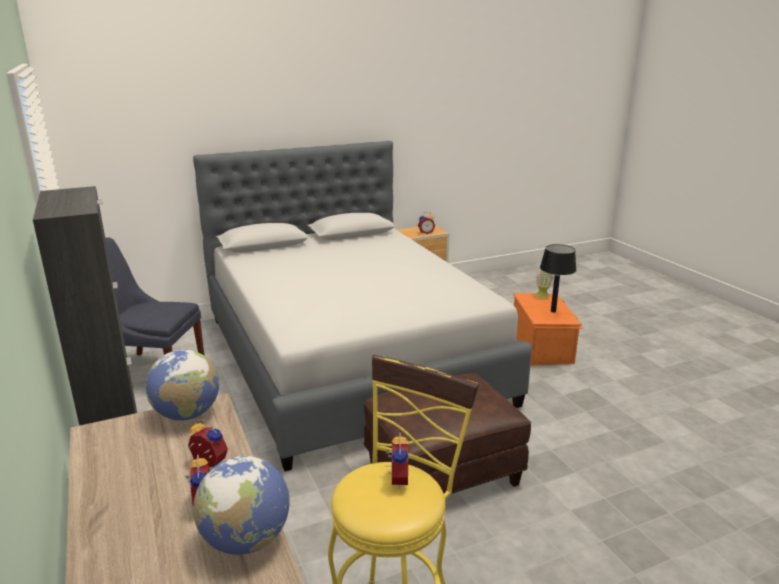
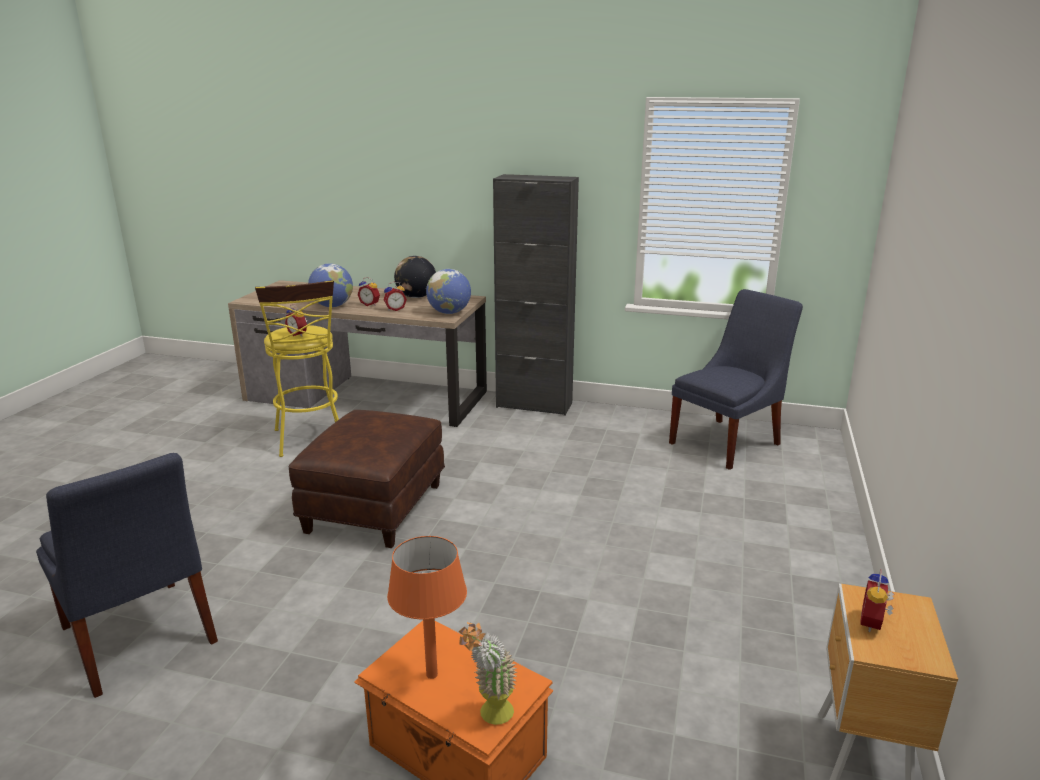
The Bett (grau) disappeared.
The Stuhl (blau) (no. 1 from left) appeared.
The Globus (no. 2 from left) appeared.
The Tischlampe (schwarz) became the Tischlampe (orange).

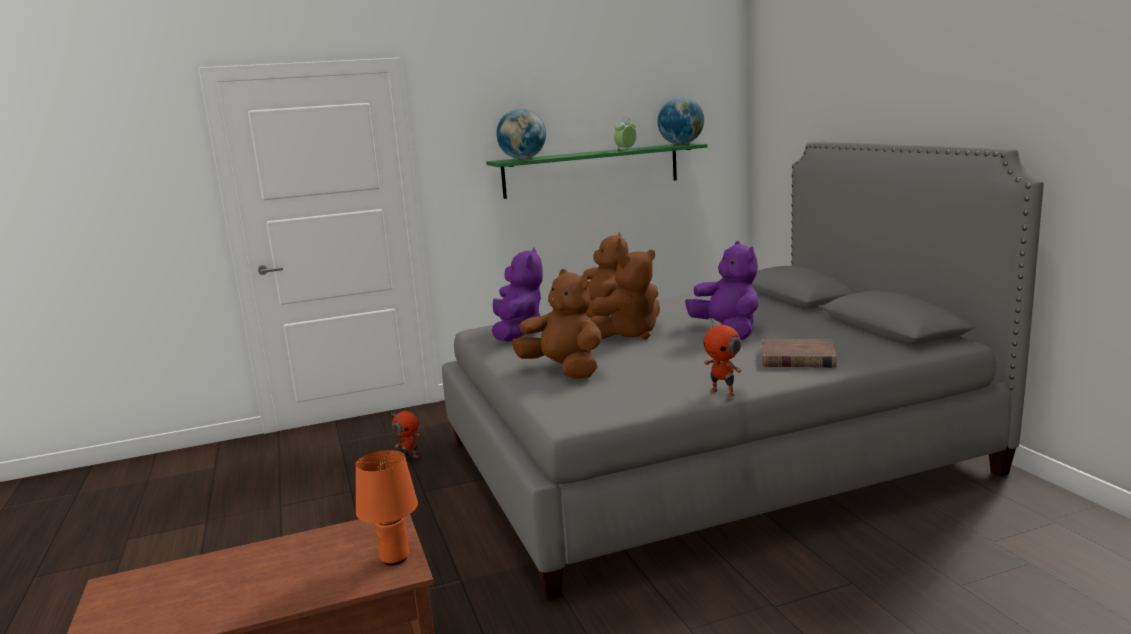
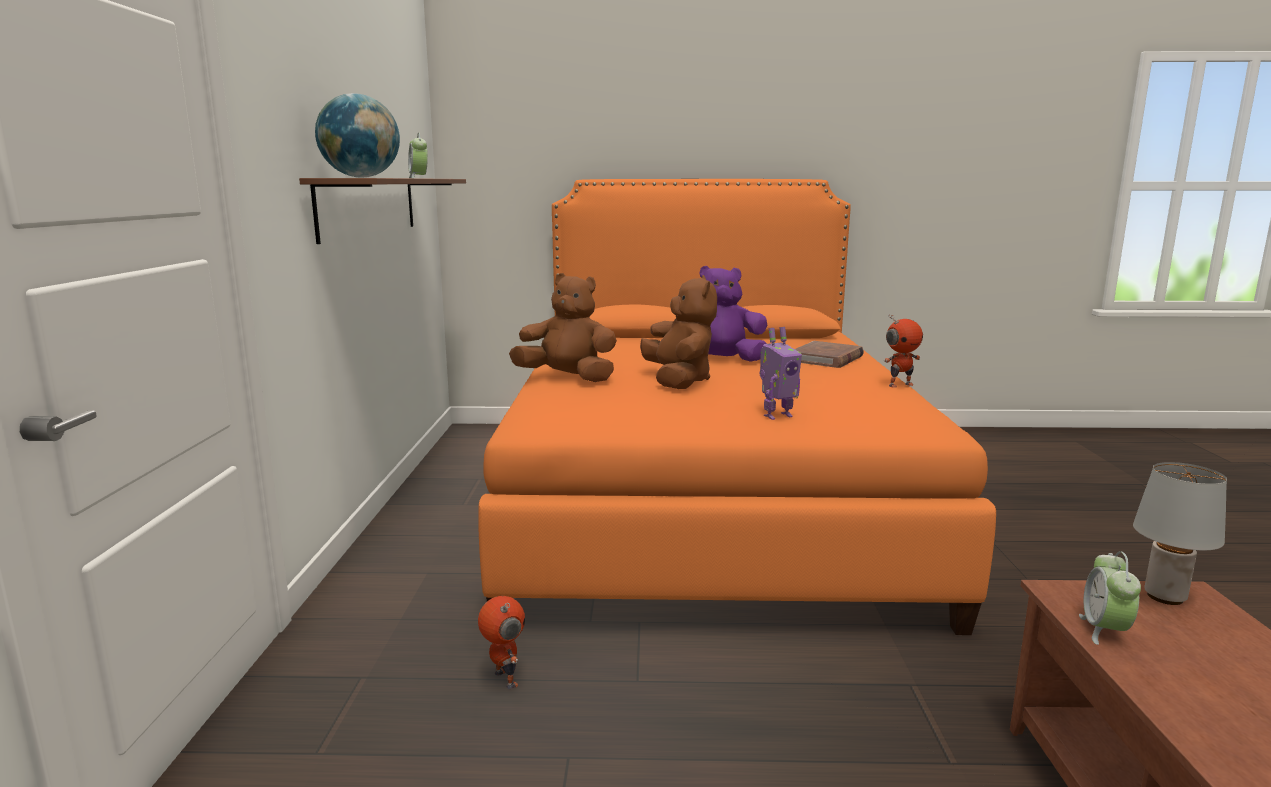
The Plüschtier (lila) (no. 1 from left) disappeared.
The Globus (no. 2 from left) disappeared.
The Wecker (no. 2 from left) appeared.
The Plüschtier (braun) (no. 1 from left) was replaced by the Spielzeugroboter (no. 2 from left).
The Tischlampe (orange) became the Tischlampe (grau).
The Bett (grau) became the Bett (orange).
The Wandregal (grün) became the Wandregal (braun).

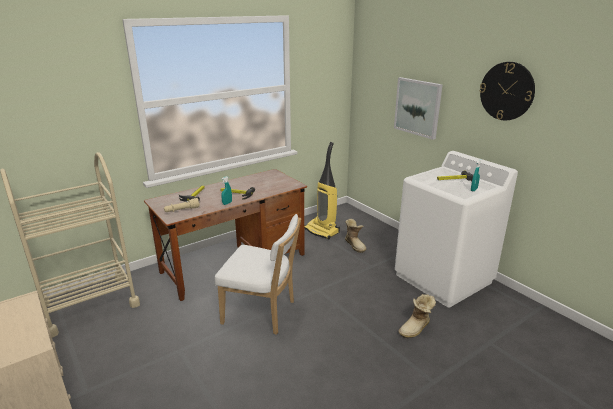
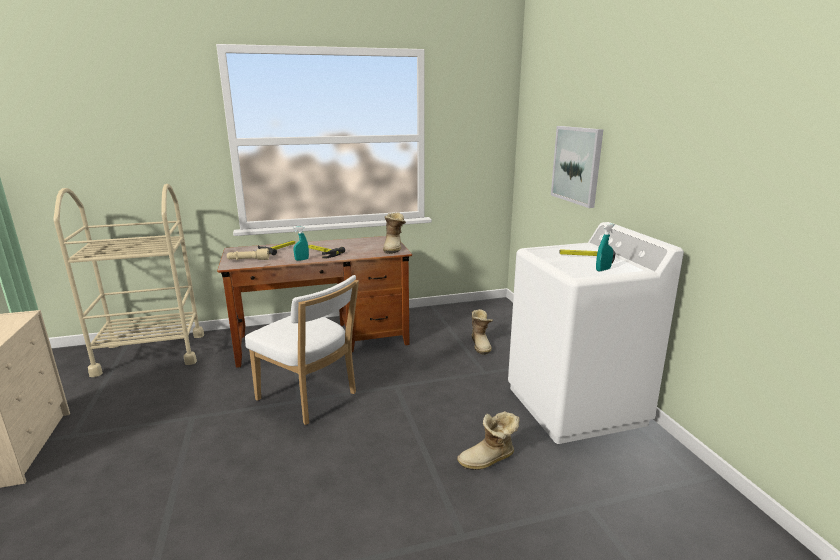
The Staubsauger disappeared.
The Wanduhr disappeared.
The Stiefel (no. 1 from left) appeared.

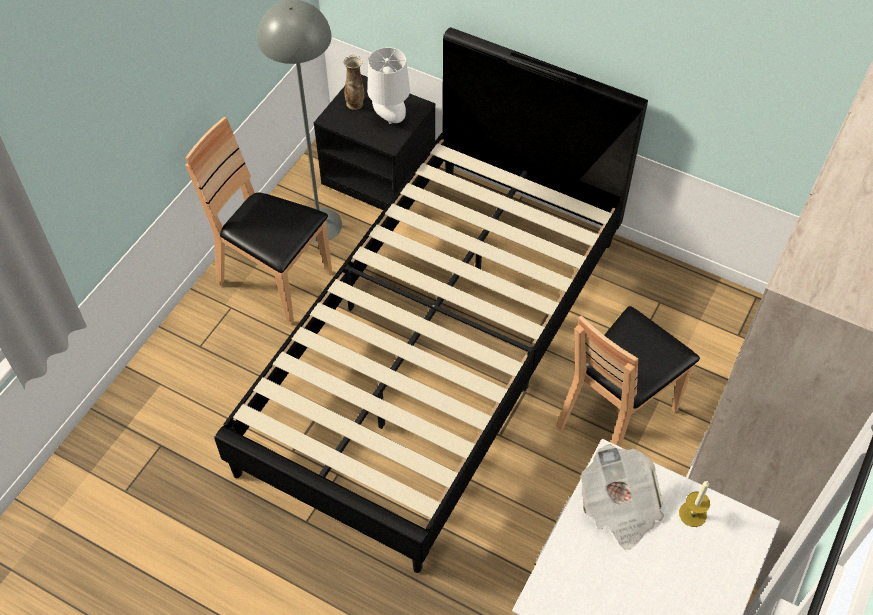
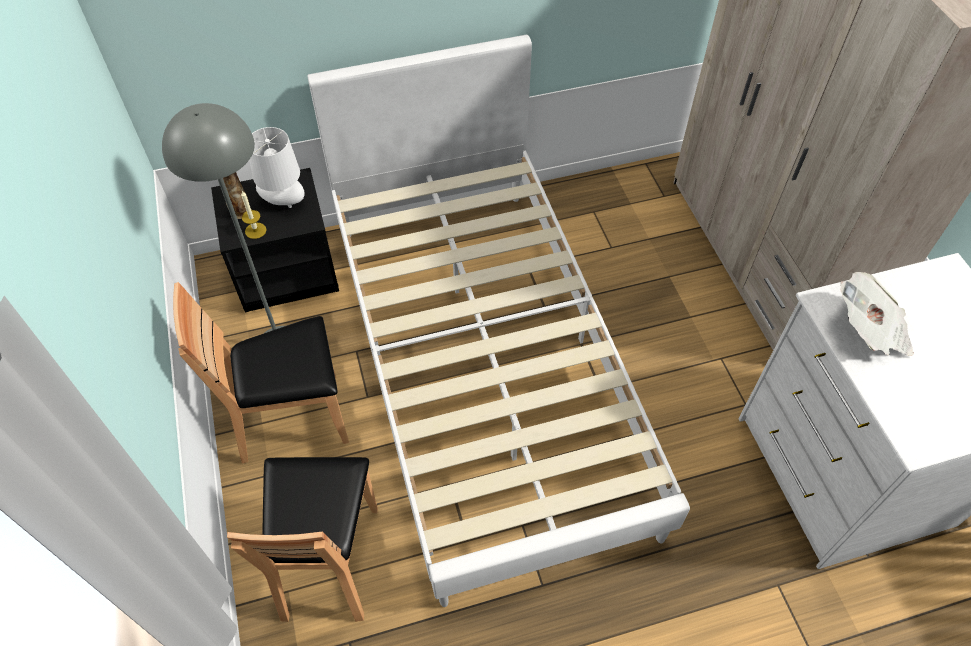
The Stuhl (braun) (no. 2 from left) moved.
The Kerze moved.
The Bett (schwarz) became the Bett (weiß).

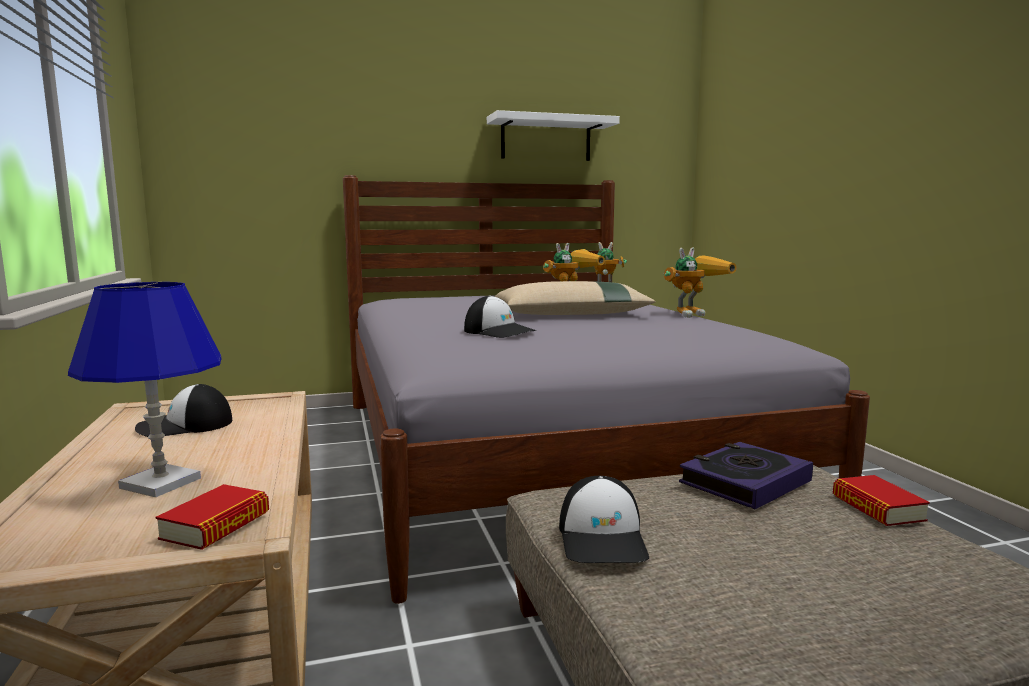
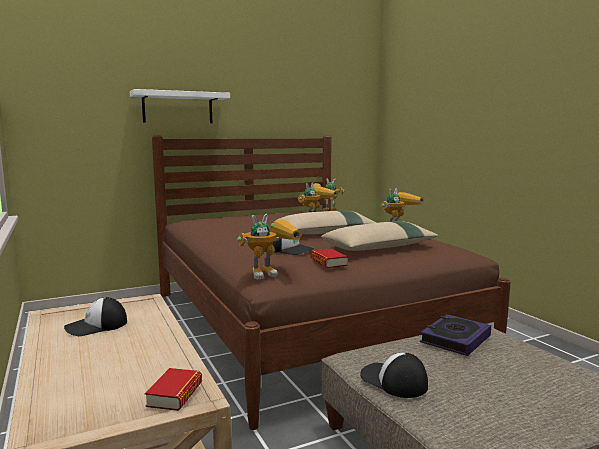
The Tischlampe (blau) disappeared.
The Spielzeugroboter (no. 1 from left) appeared.
The Kissen (beige) (no. 2 from left) appeared.
The Wandregal (weiß) moved.
The Buch (no. 3 from left in the first image) moved.
The Bett (grau) became the Bett (braun).
The Kappe (no. 3 from left) turned 150 degrees clockwise.

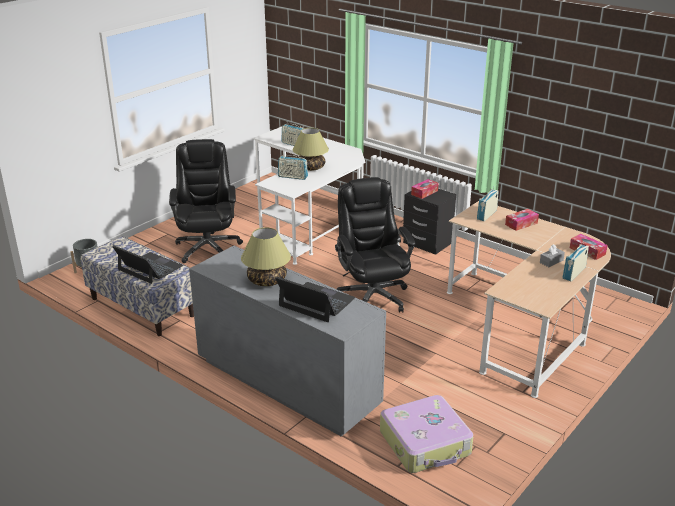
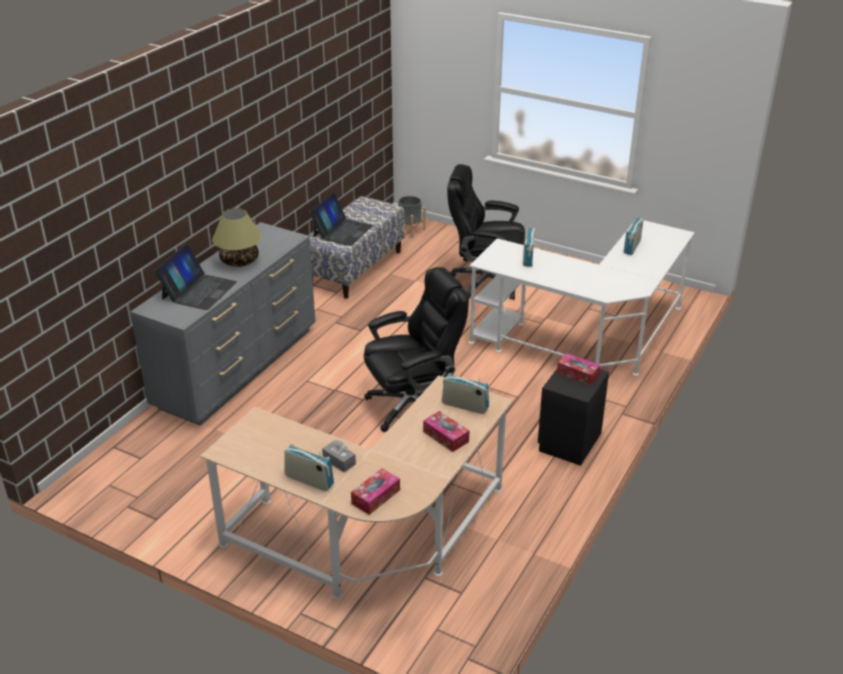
The Tischlampe (no. 2 from left) disappeared.
The Koffer disappeared.
The Bürostuhl (schwarz) (no. 1 from left in the first image) turned 150 degrees counterclockwise.

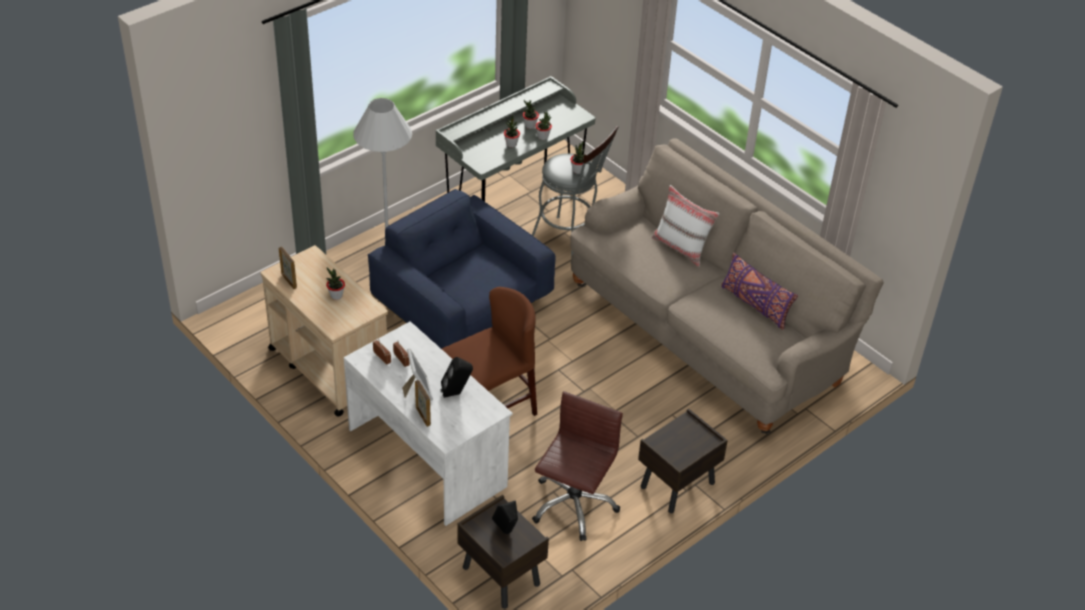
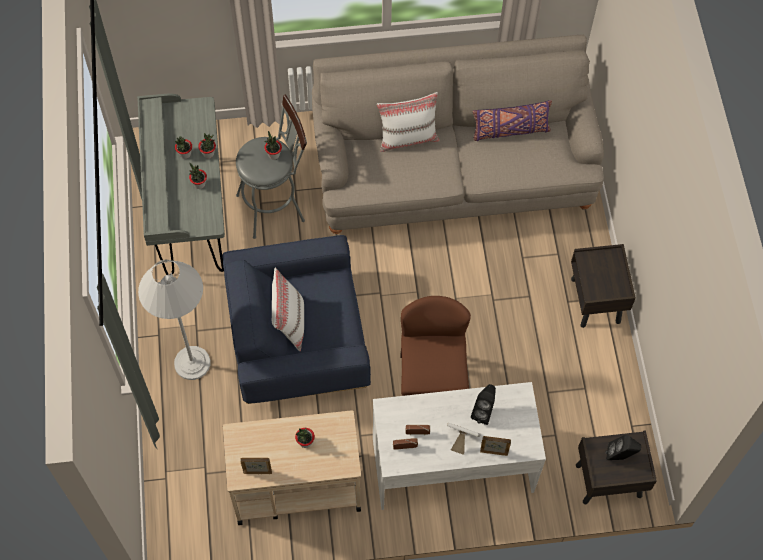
The Bürostuhl (braun) disappeared.
The Kissen (weiß) (no. 1 from left) appeared.

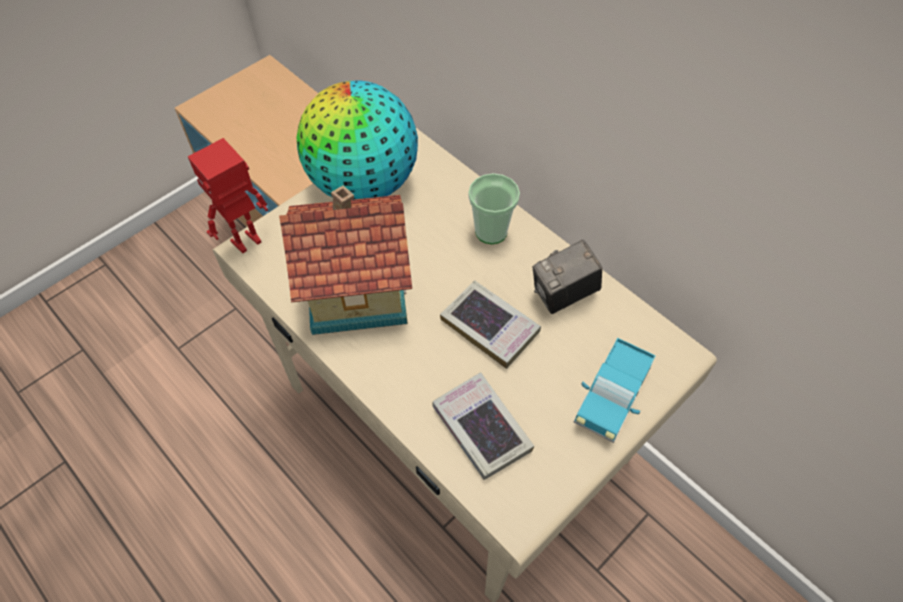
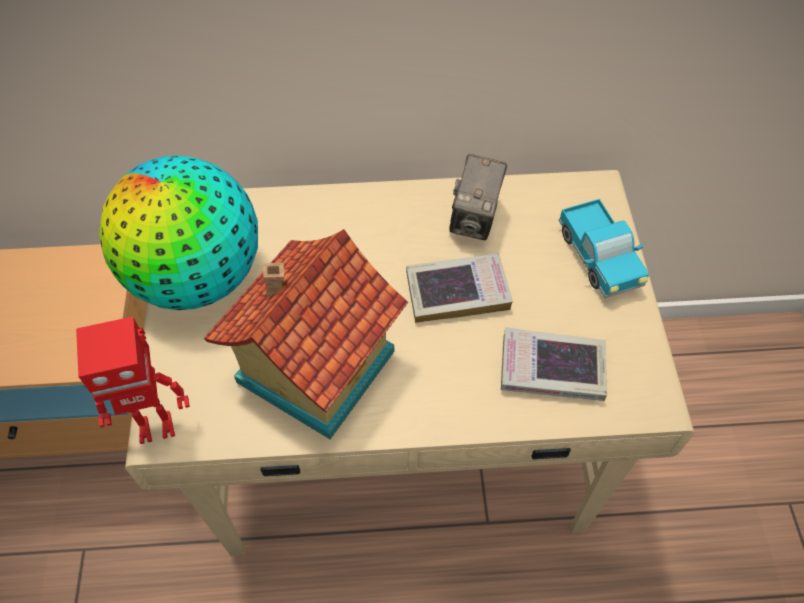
The Tasse disappeared.
The Spielzeugroboter turned 105 degrees counterclockwise.

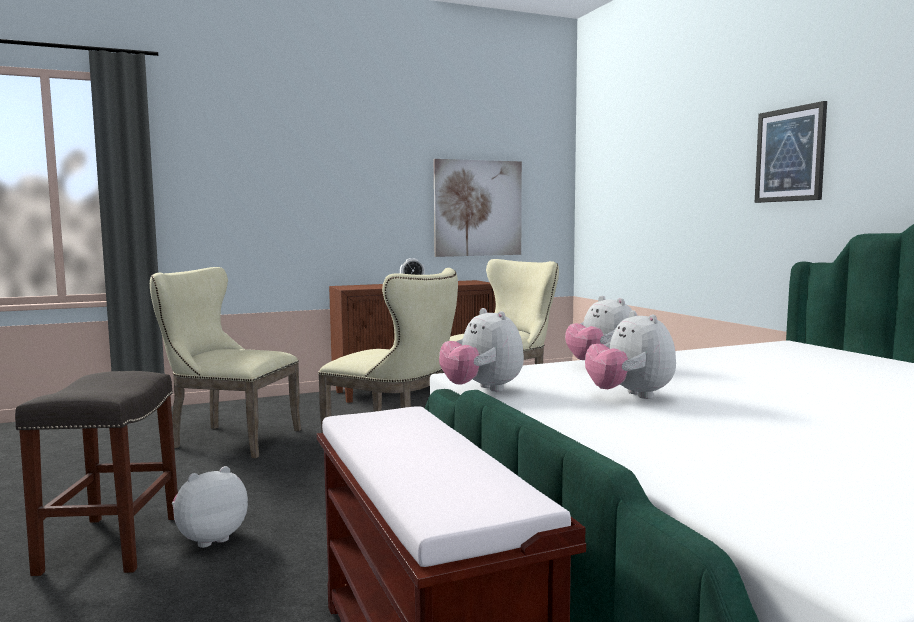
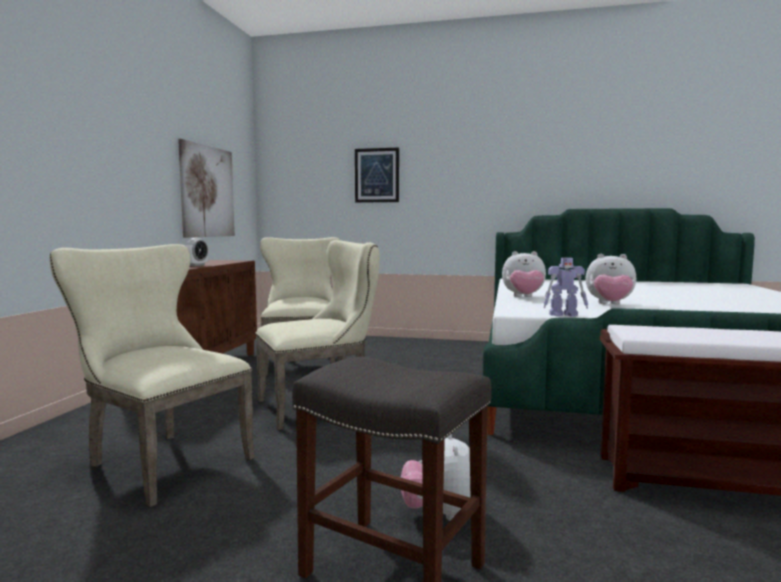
The Bild (no. 2 from left) moved.
The Plüschtier (no. 2 from left) was replaced by the Spielzeugroboter.
The Stuhl (beige) (no. 1 from left) turned 75 degrees clockwise.

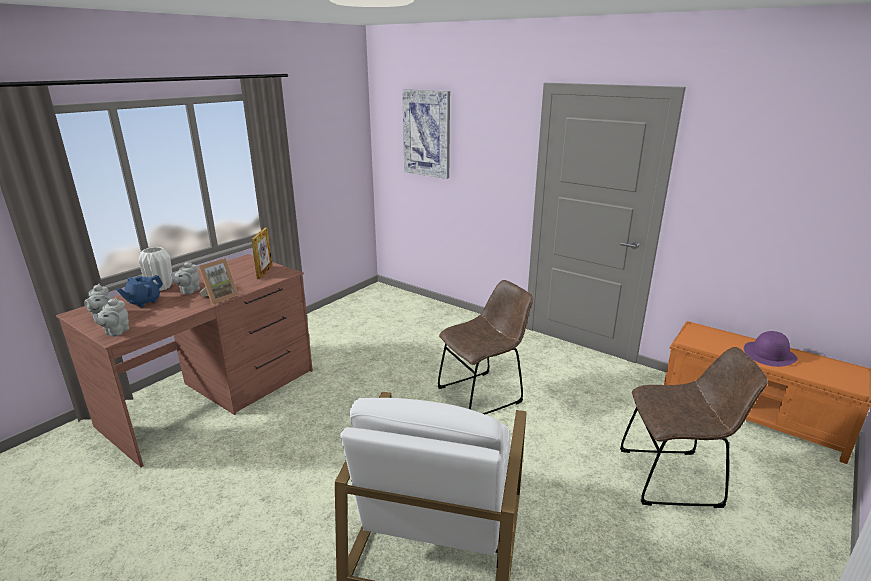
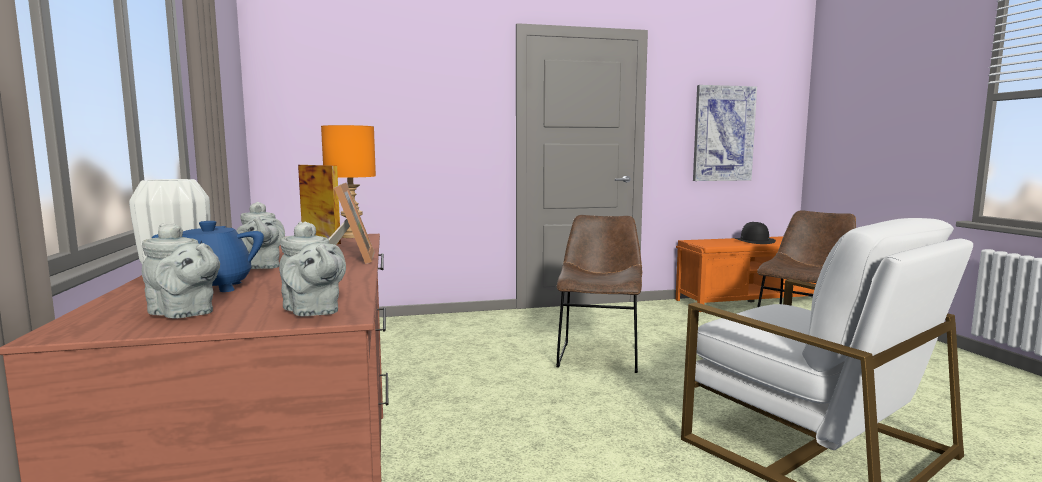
The Tischlampe (orange) appeared.
The Bild moved.
The Hut (lila) became the Hut (schwarz).

